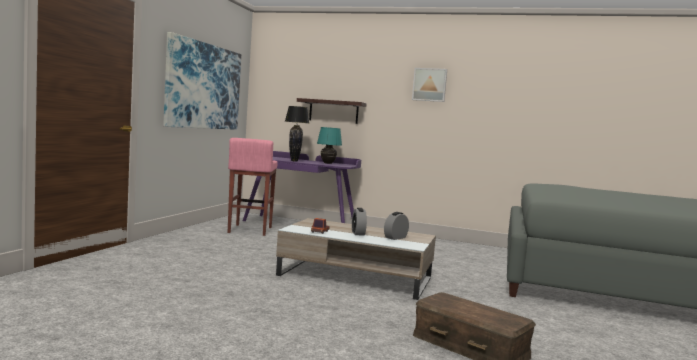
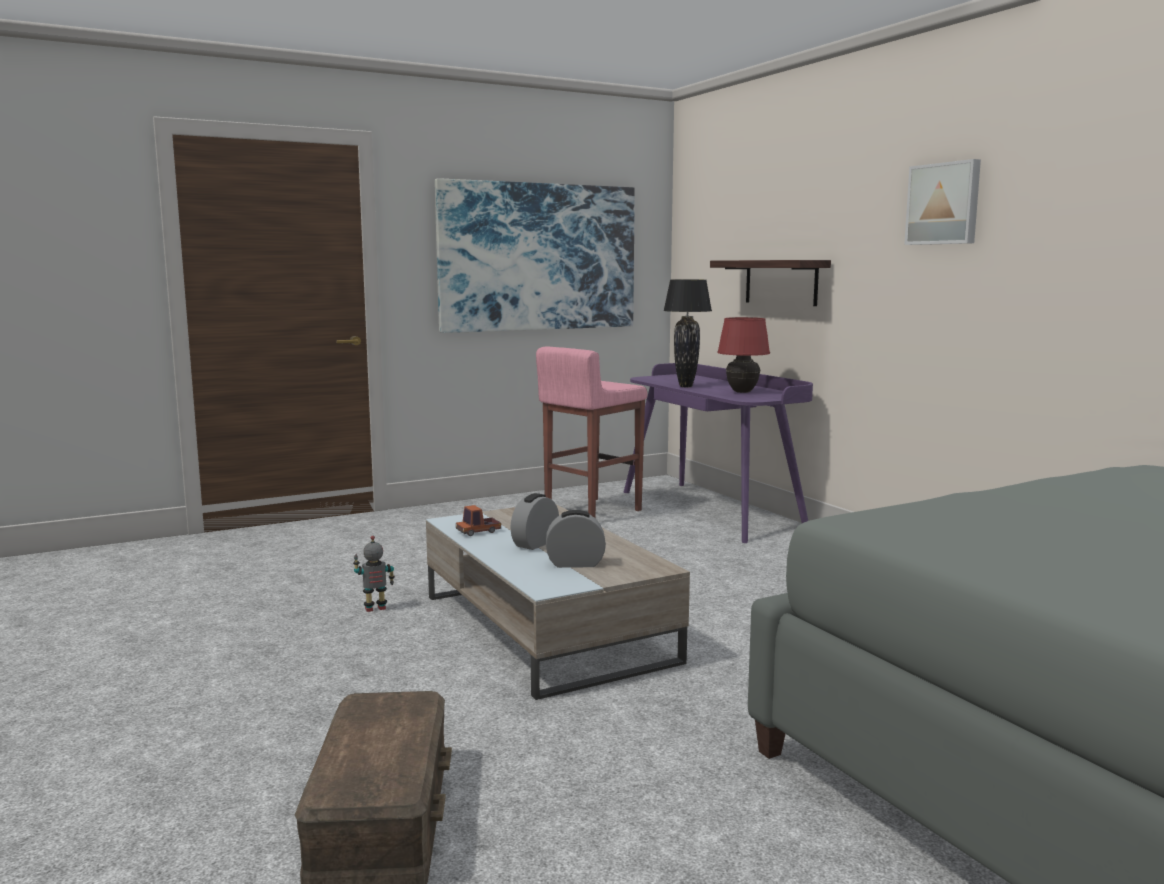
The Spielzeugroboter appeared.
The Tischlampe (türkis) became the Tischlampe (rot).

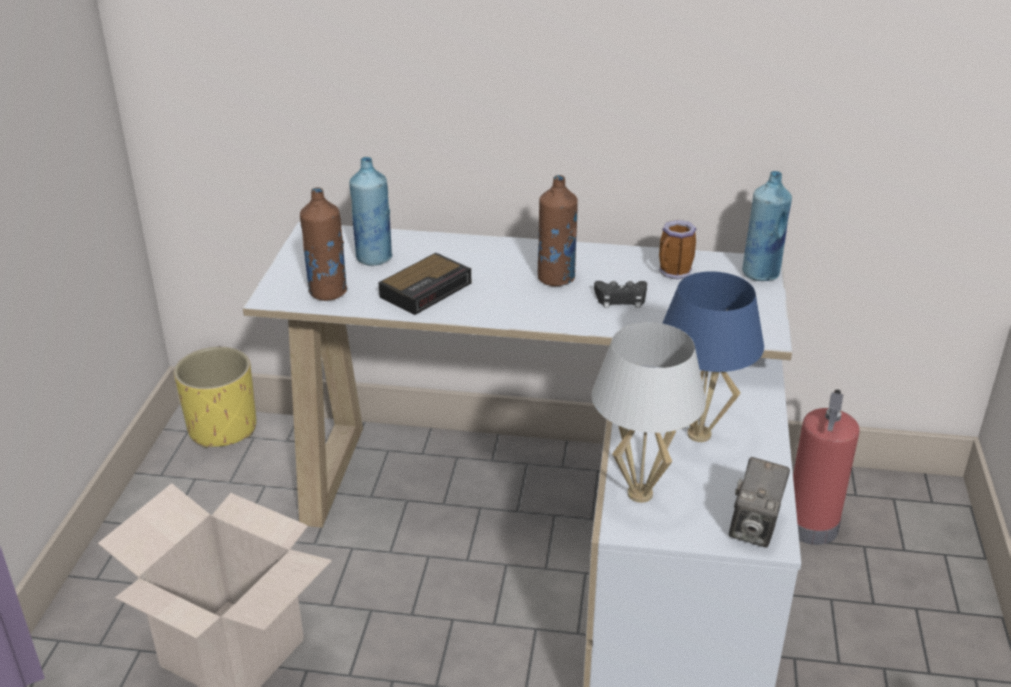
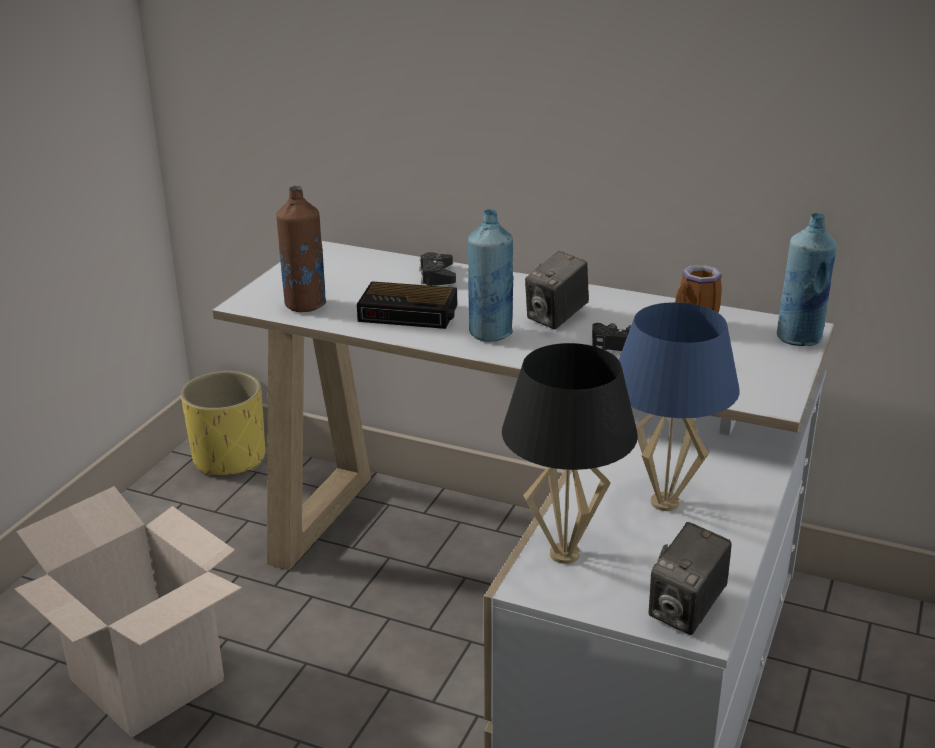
The Feuerlöscher disappeared.
The Gamepad (schwarz) (no. 1 from left) appeared.
The Flasche (blau) (no. 1 from left) moved.
The Flasche (braun) (no. 2 from left) was replaced by the Kamera (no. 1 from left).
The Tischlampe (weiß) became the Tischlampe (schwarz).
The Wecker turned 45 degrees clockwise.

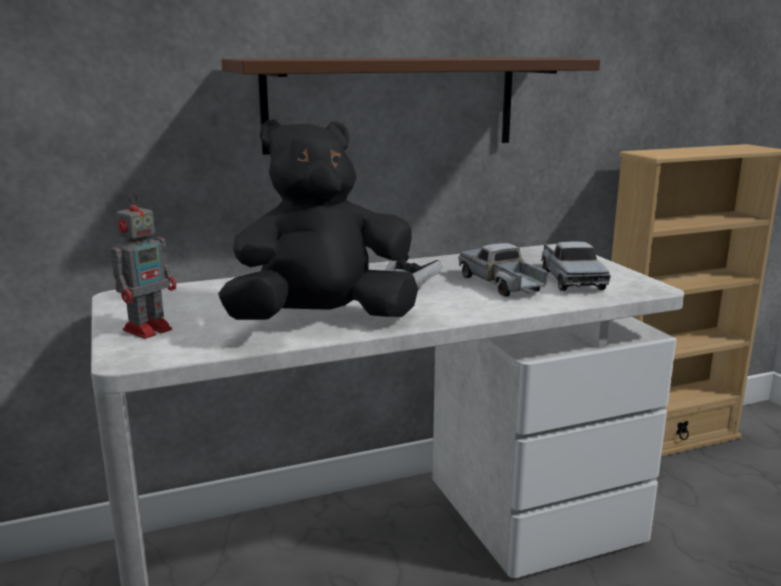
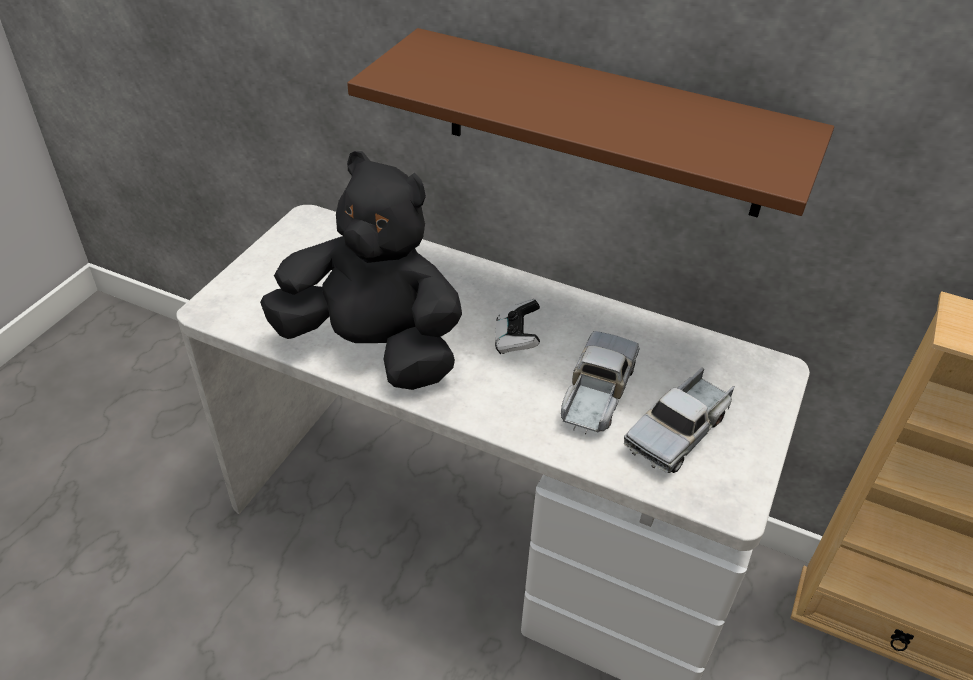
The Spielzeugroboter disappeared.

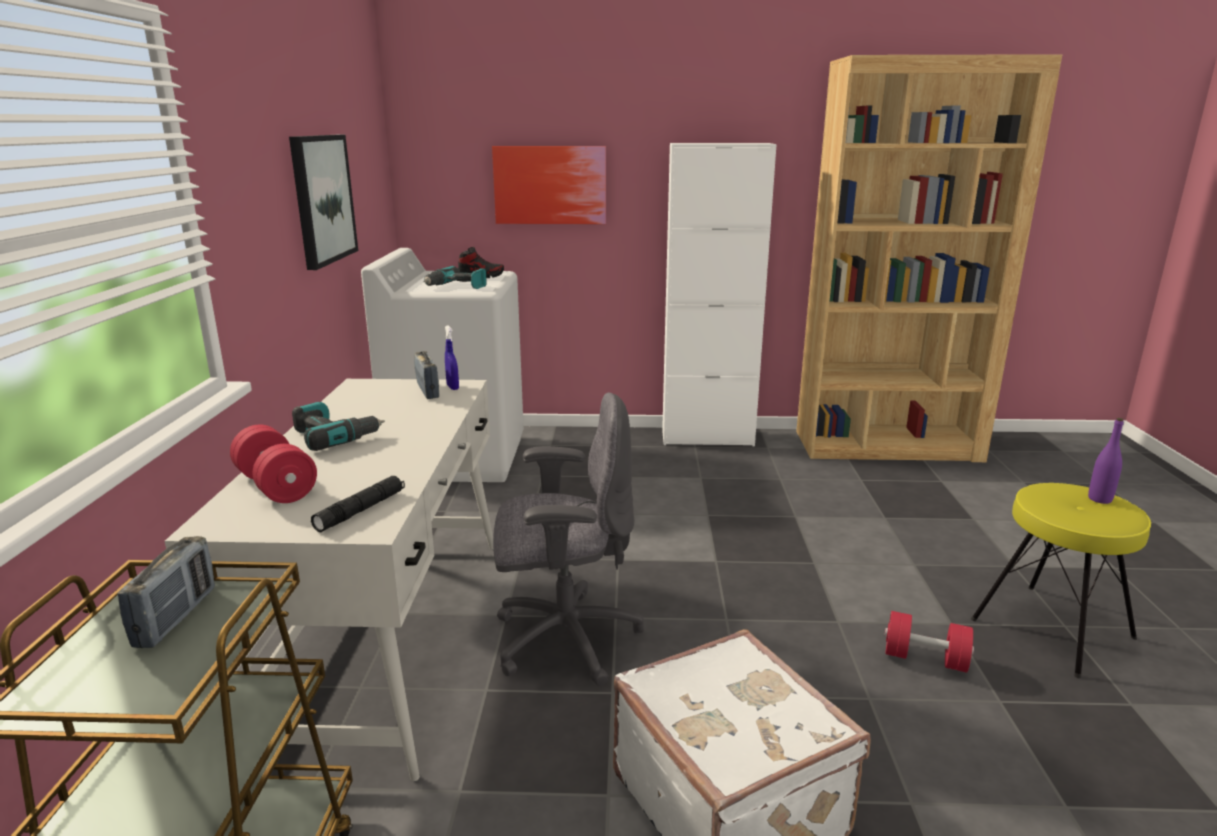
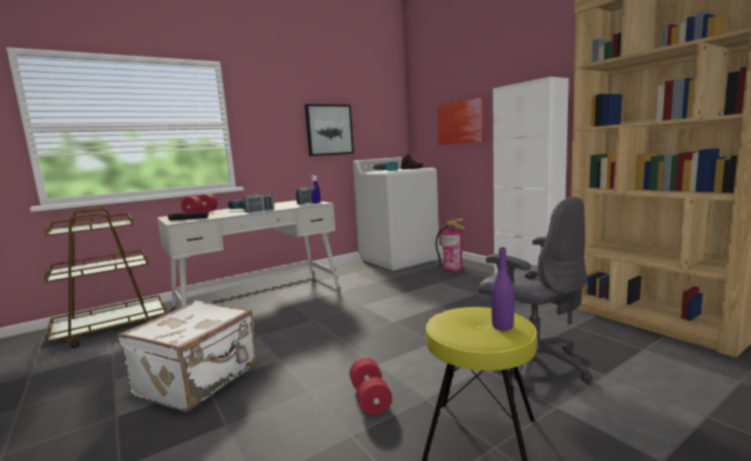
The Feuerlöscher appeared.
The Radio (no. 1 from left) moved.
The Bürostuhl (grau) moved.

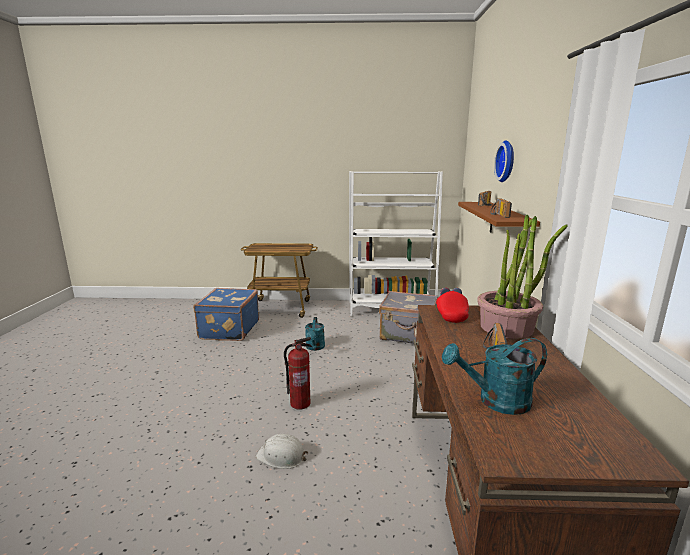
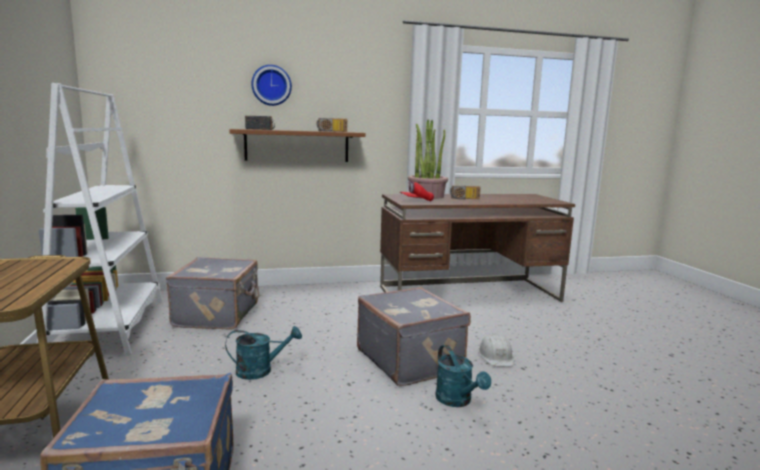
The Gießkanne (türkis) (no. 2 from left) moved.
The Feuerlöscher was replaced by the Koffer (grau) (no. 2 from left).

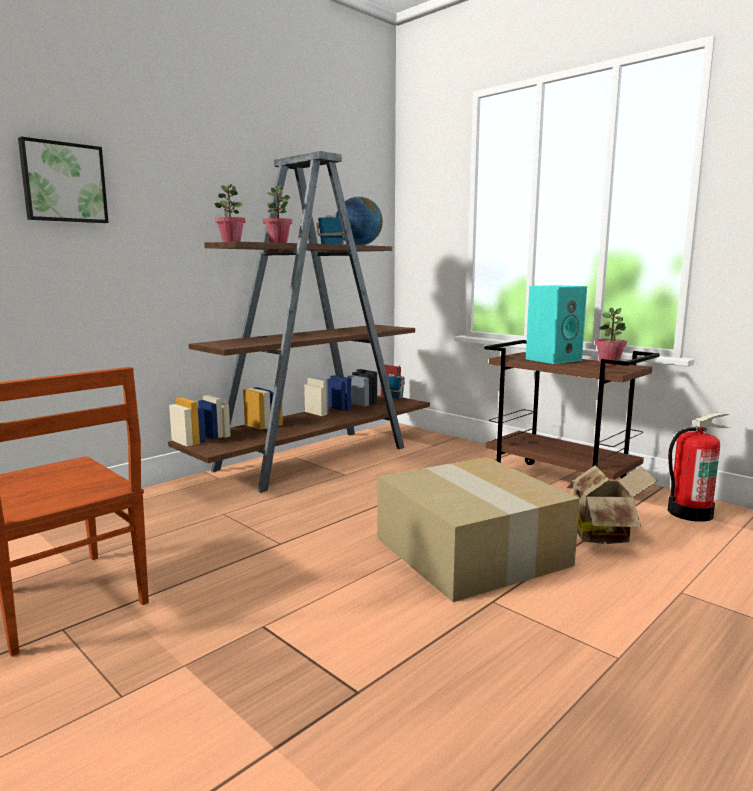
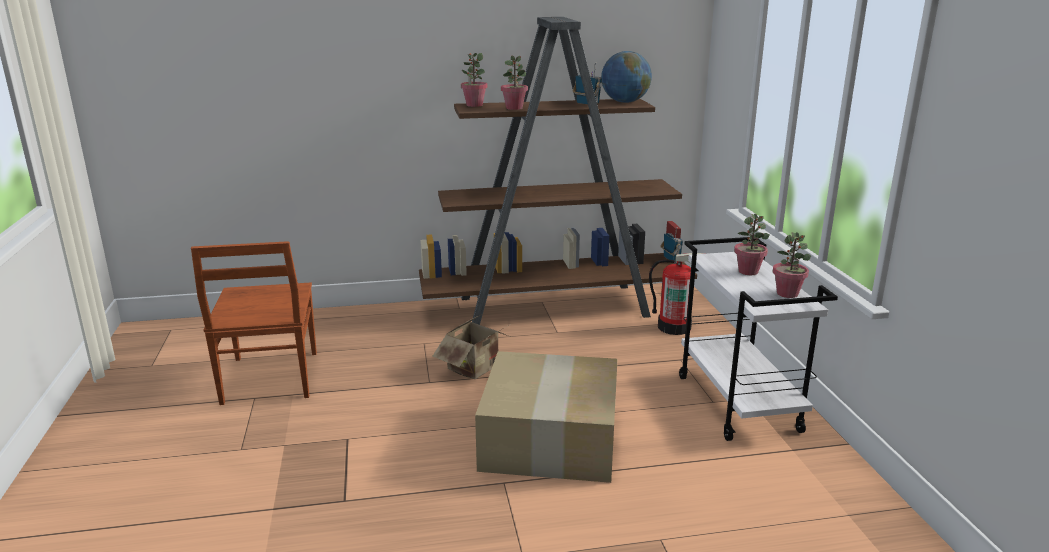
The Bild disappeared.
The Karton (no. 2 from left in the first image) moved.
The Feuerlöscher moved.
The Lautsprecher (türkis) was replaced by the Topfpflanze (no. 3 from left).
The Rollwagen (braun) became the Rollwagen (weiß).

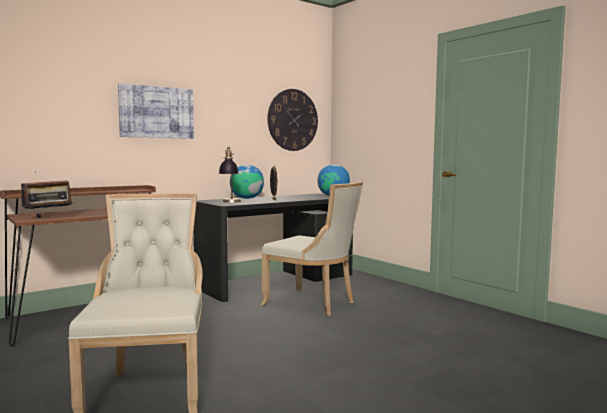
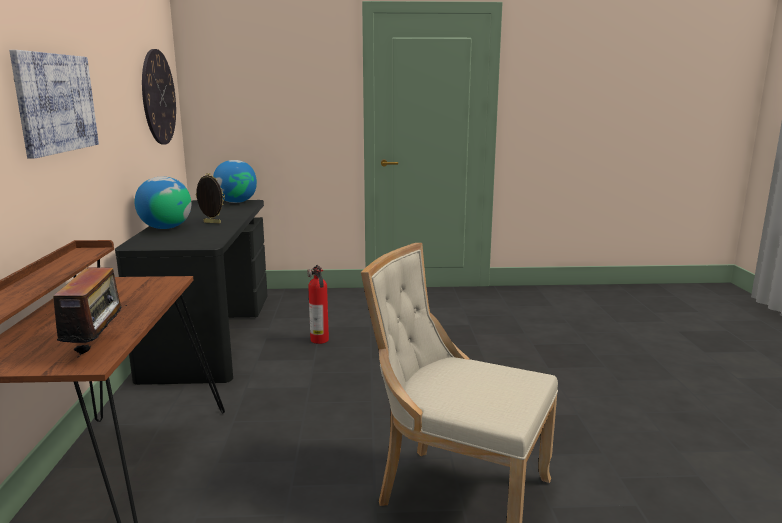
The Tischlampe disappeared.
The Stuhl (beige) (no. 2 from left) was replaced by the Feuerlöscher.

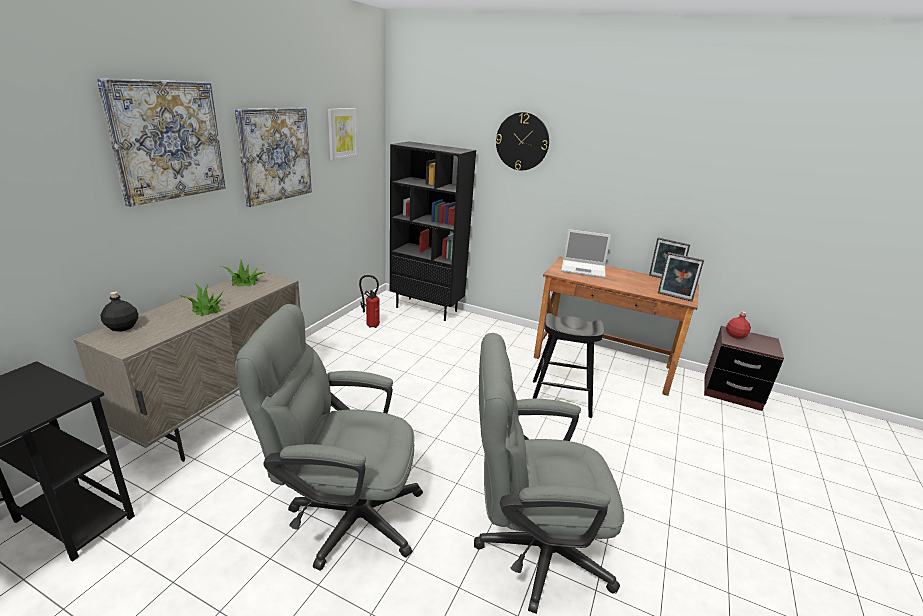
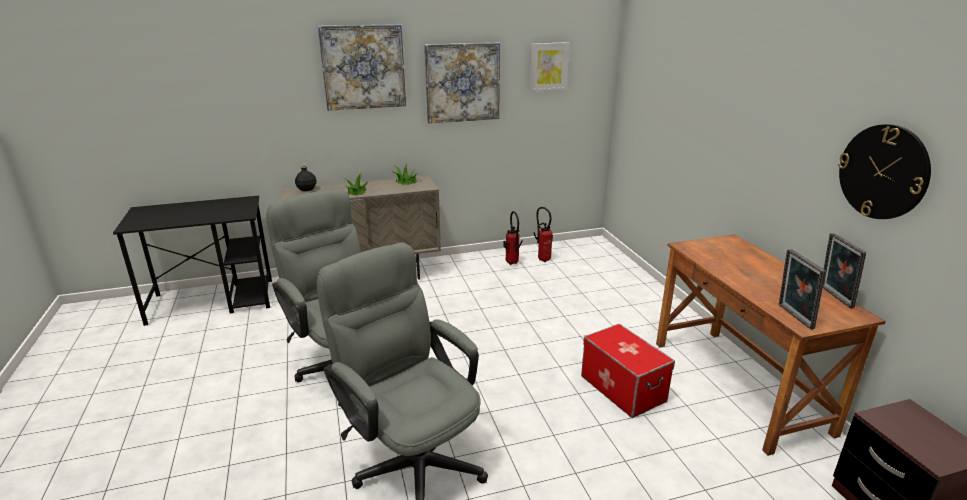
The Bücherregal (schwarz) disappeared.
The Laptop disappeared.
The Flasche (rot) disappeared.
The Feuerlöscher (no. 1 from left) appeared.
The Wanduhr moved.
The Hocker (schwarz) was replaced by the Aufbewahrungsbox.

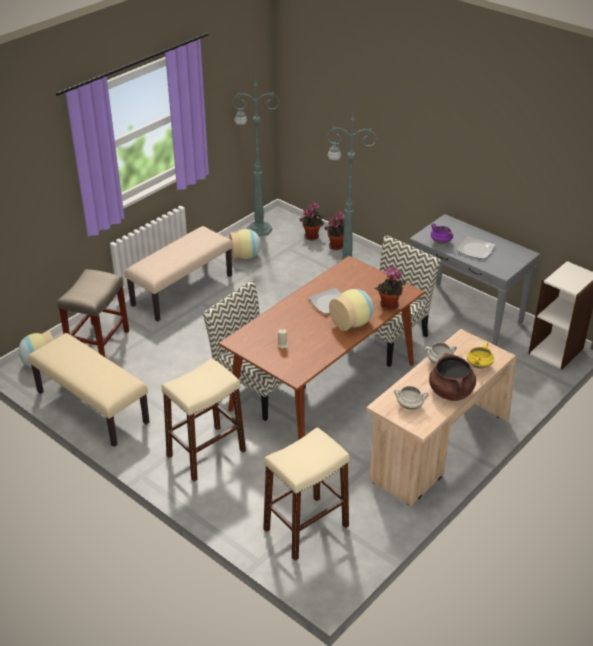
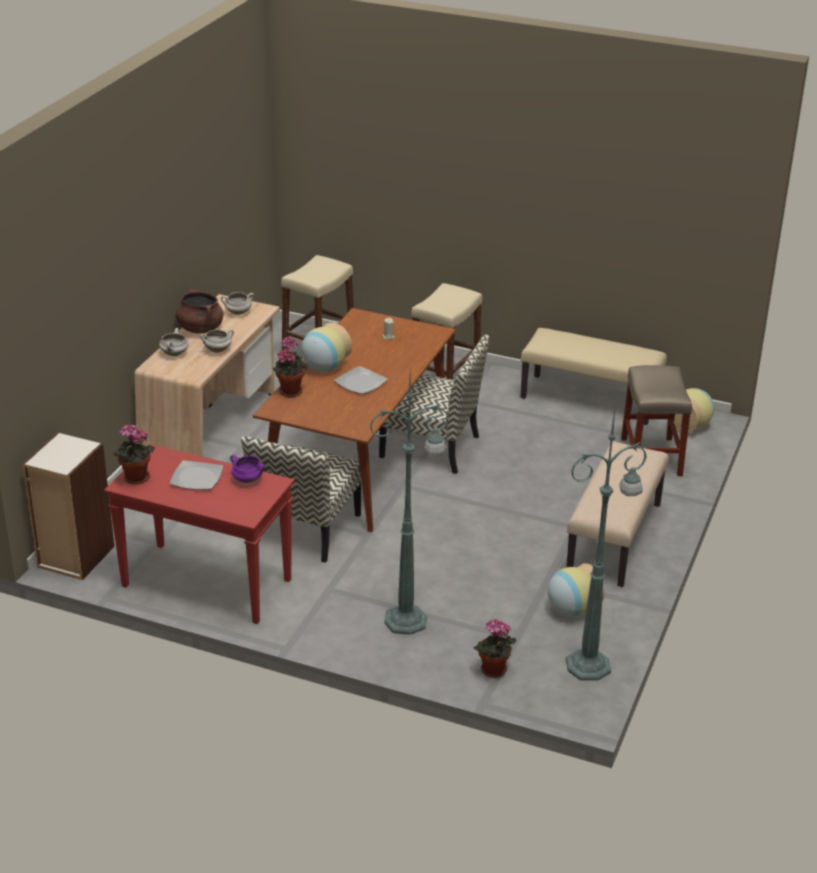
The Topfpflanze (no. 2 from left in the first image) moved.
The Konsolentisch (grau) became the Konsolentisch (rot).
The Kochtopf (gelb) became the Kochtopf (weiß) (no. 1 from left).

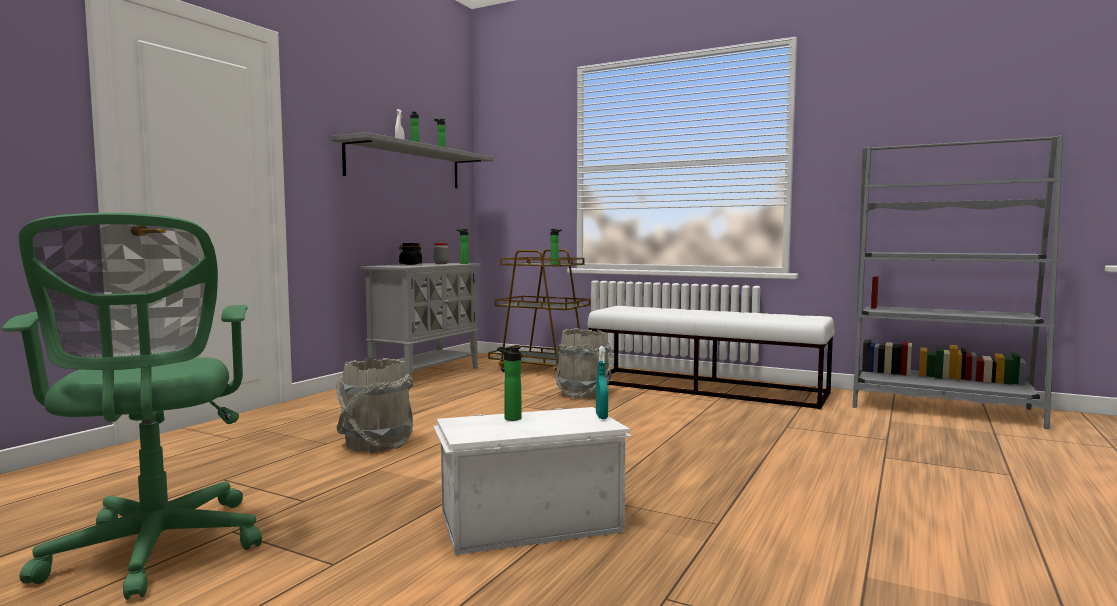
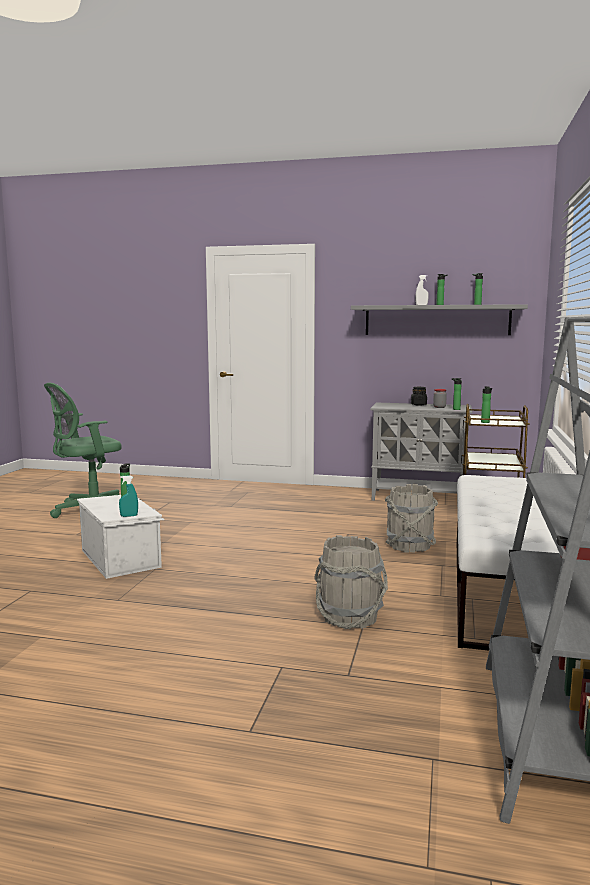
The Eimer (grau) (no. 1 from left) moved.

